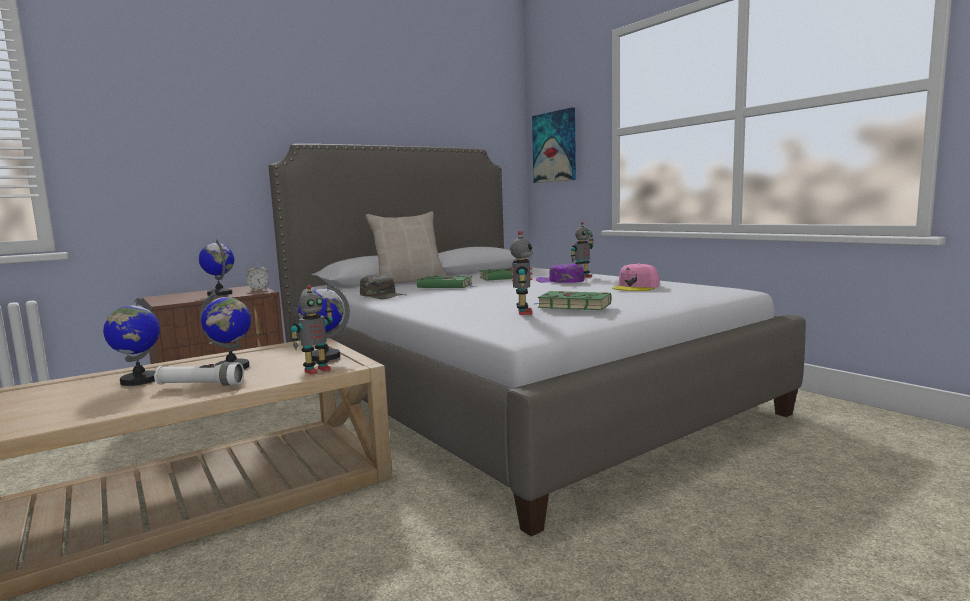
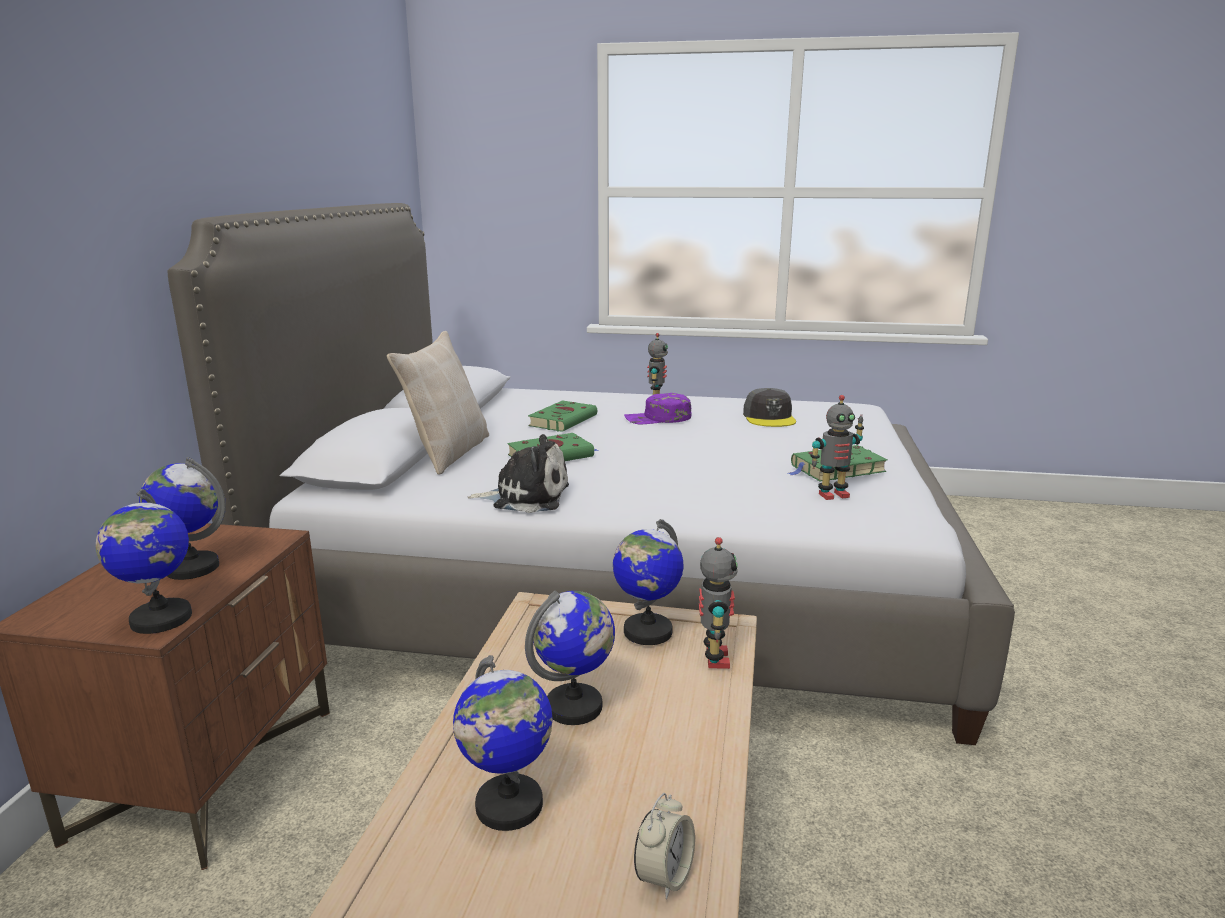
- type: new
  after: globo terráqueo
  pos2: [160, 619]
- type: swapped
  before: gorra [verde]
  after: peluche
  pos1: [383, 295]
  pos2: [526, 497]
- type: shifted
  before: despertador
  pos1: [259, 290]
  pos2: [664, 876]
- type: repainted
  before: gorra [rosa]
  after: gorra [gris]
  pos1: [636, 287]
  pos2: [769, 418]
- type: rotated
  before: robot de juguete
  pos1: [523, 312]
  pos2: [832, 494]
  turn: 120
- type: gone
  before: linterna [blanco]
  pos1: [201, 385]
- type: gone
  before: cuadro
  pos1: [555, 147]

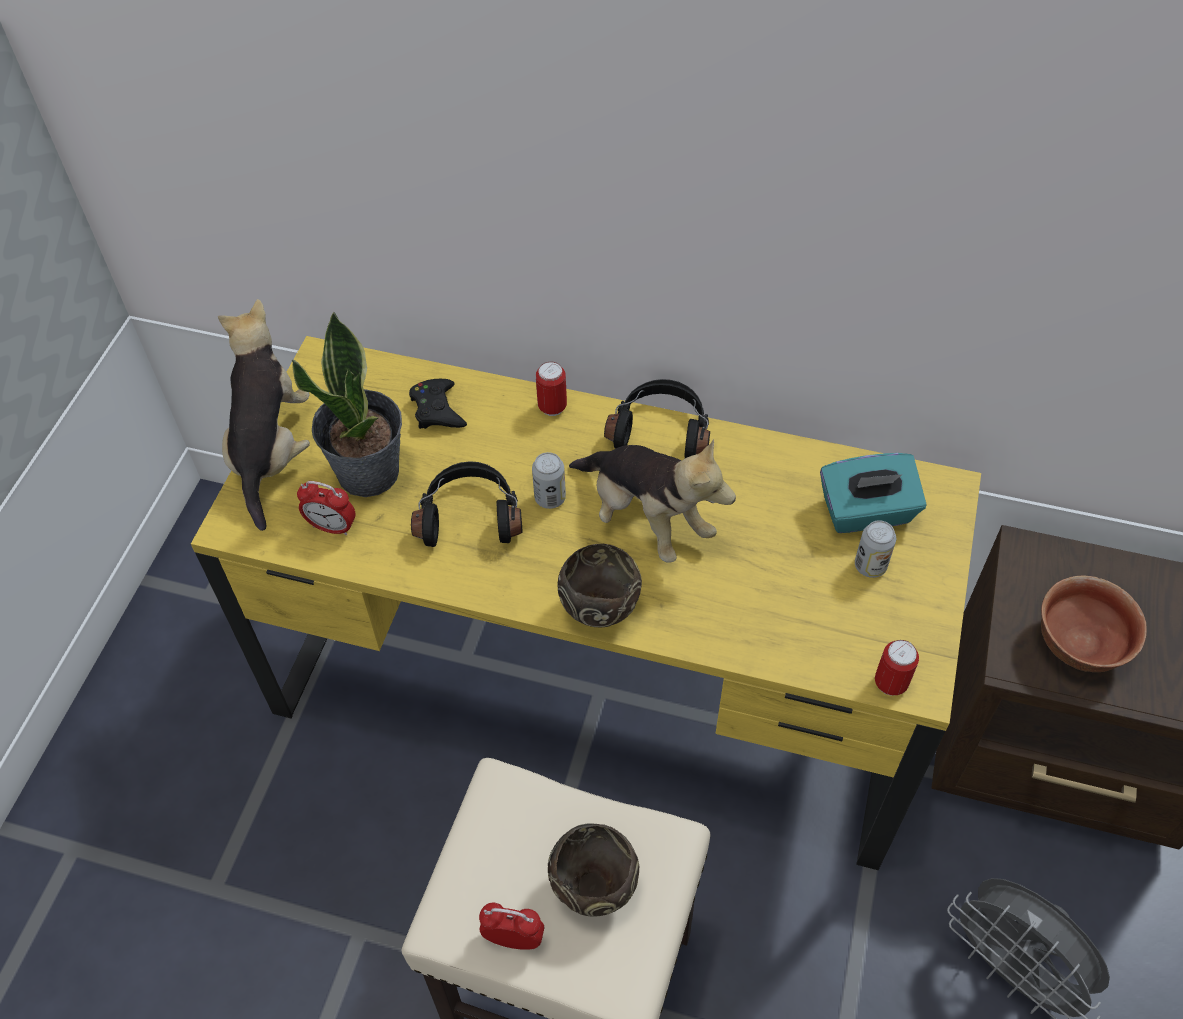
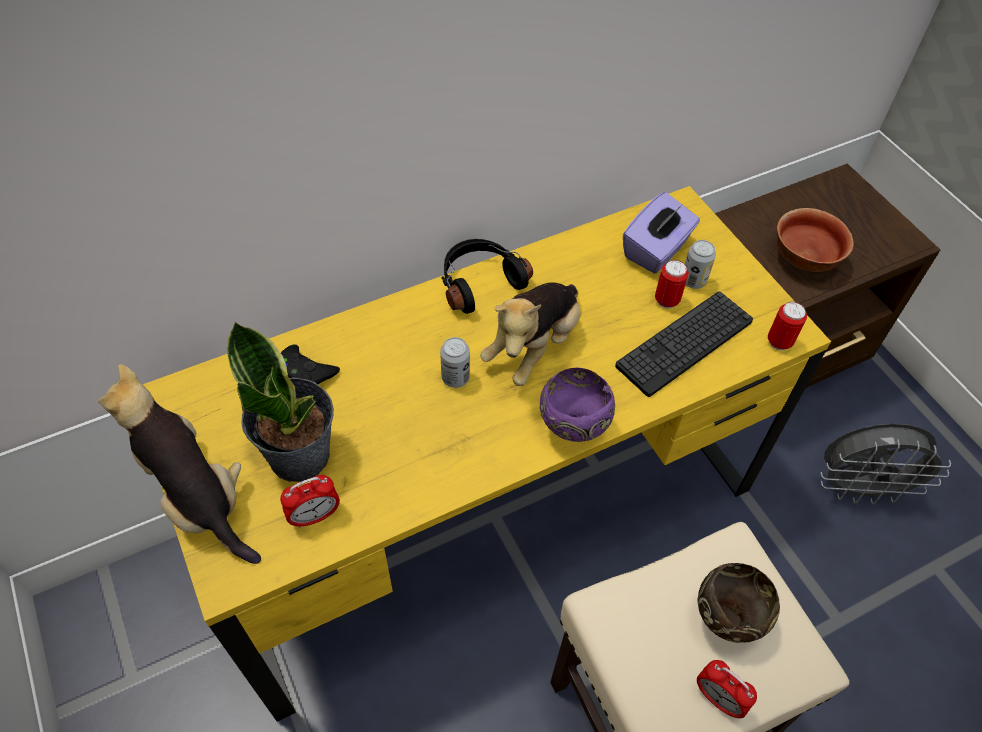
- type: rotated
  before: peluche
  pos1: [646, 519]
  pos2: [534, 346]
  turn: 120
- type: repainted
  before: cuenco [marrón]
  after: cuenco [morado]
  pos1: [599, 611]
  pos2: [571, 428]
- type: new
  after: teclado
  pos2: [684, 343]
- type: repainted
  before: caja de pañuelos [turquesa]
  after: caja de pañuelos [morado]
  pos1: [866, 512]
  pos2: [656, 250]
- type: shifted
  before: lata
  pos1: [552, 407]
  pos2: [666, 300]
- type: rotated
  before: despertador
  pos1: [513, 938]
  pos2: [718, 698]
  turn: -105
- type: gone
  before: auriculares [negro]
  pos1: [469, 515]

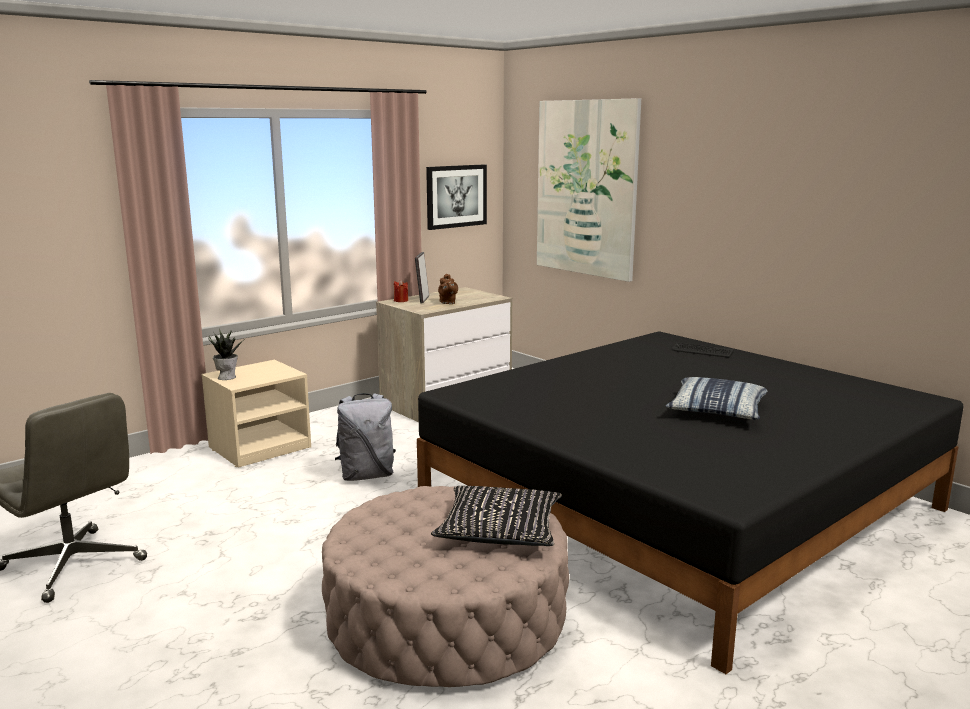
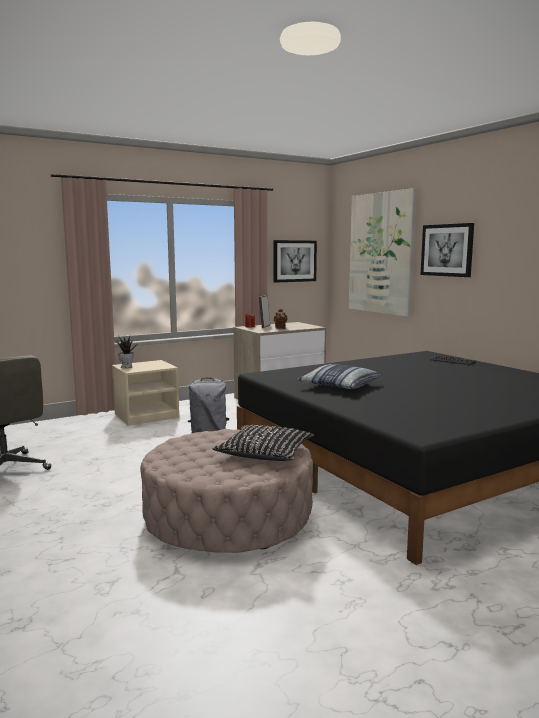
- type: shifted
  before: cojín
  pos1: [716, 411]
  pos2: [339, 386]
- type: new
  after: cuadro
  pos2: [447, 250]

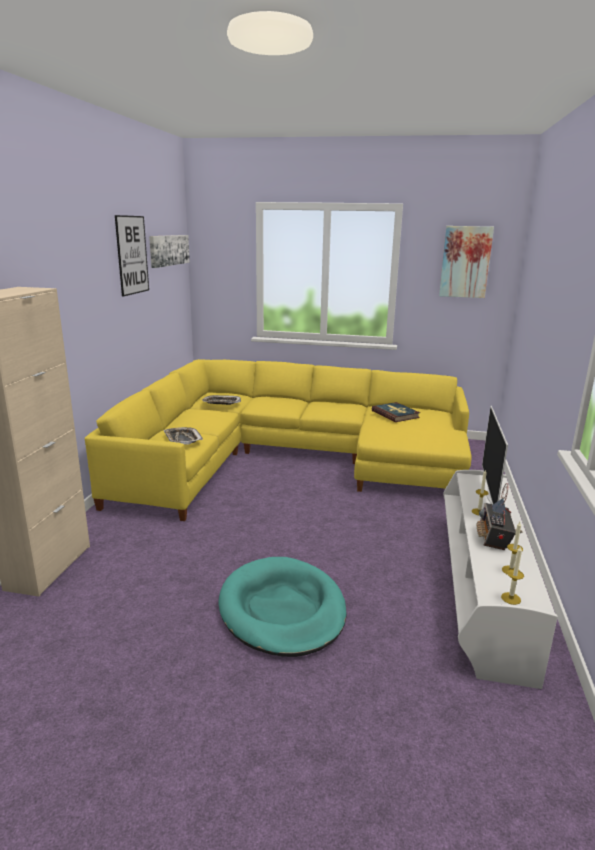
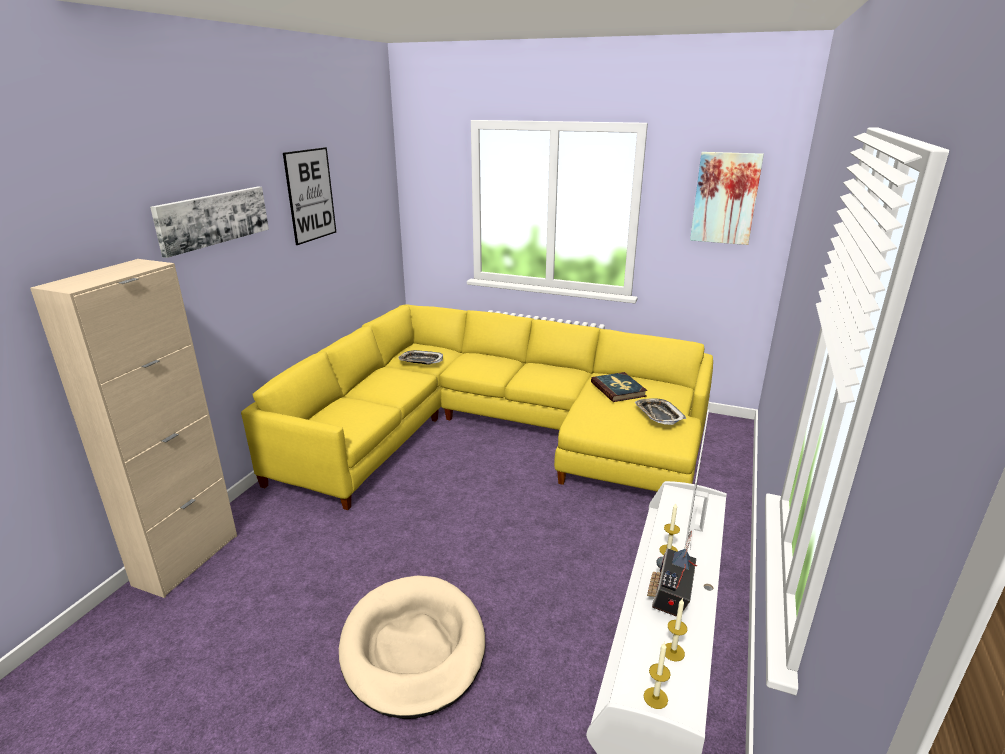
- type: shifted
  before: cuadro
  pos1: [169, 250]
  pos2: [213, 219]
- type: repainted
  before: cama para perro [turquesa]
  after: cama para perro [beis]
  pos1: [282, 610]
  pos2: [413, 648]
- type: shifted
  before: bandeja
  pos1: [182, 439]
  pos2: [658, 414]

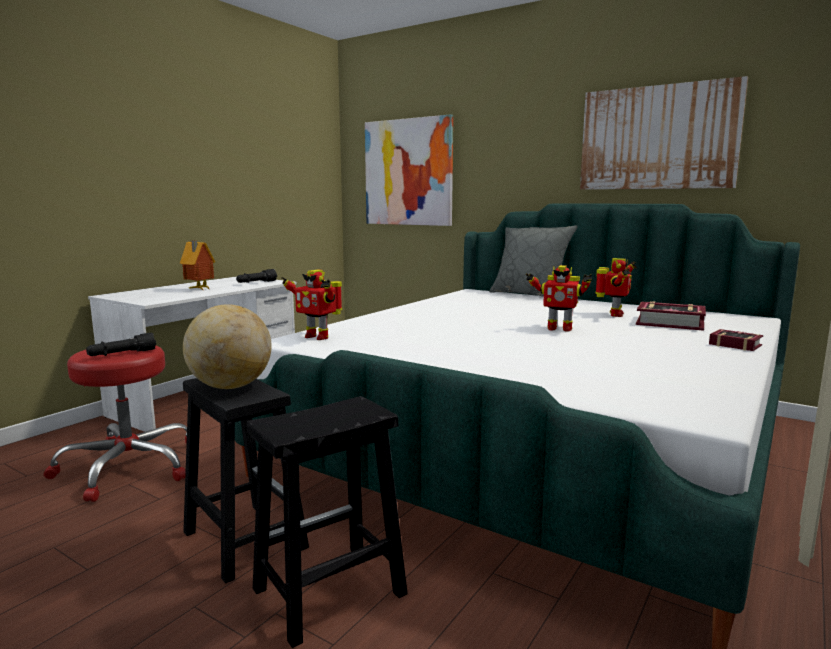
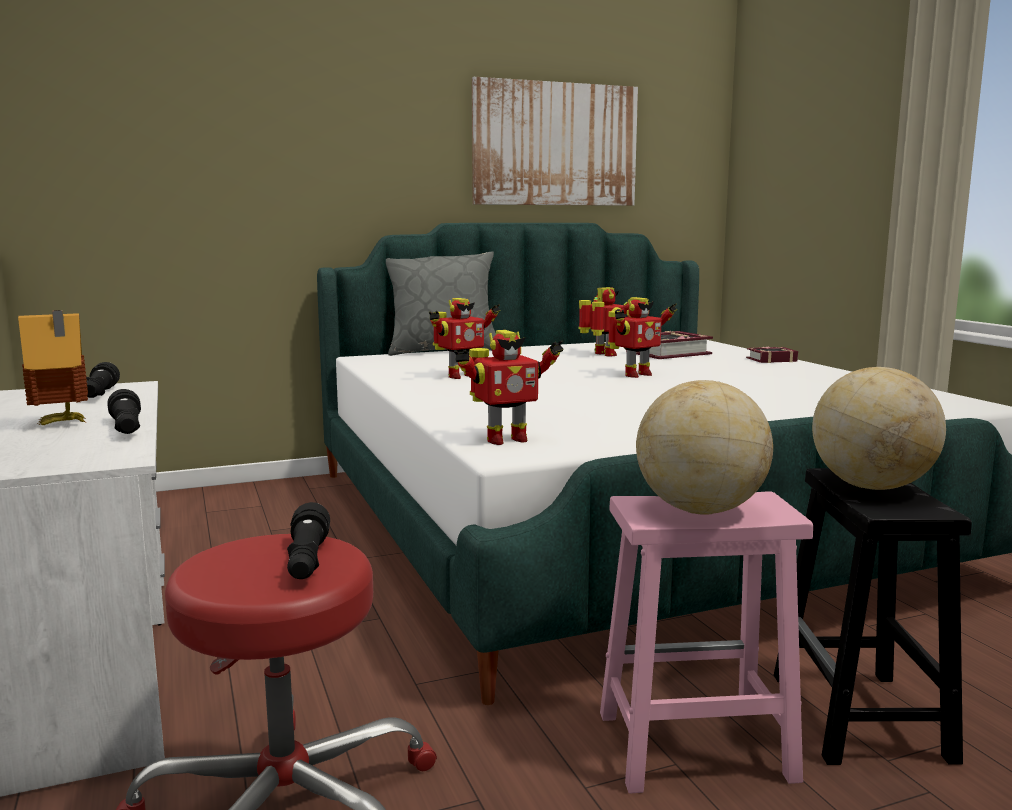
- type: new
  after: linterna [negro]
  pos2: [127, 429]
- type: new
  after: robot de juguete
  pos2: [460, 376]
- type: repainted
  before: taburete [negro]
  after: taburete [rosa]
  pos1: [243, 539]
  pos2: [691, 747]
- type: new
  after: globo terráqueo
  pos2: [871, 486]
- type: gone
  before: cuadro
  pos1: [408, 172]

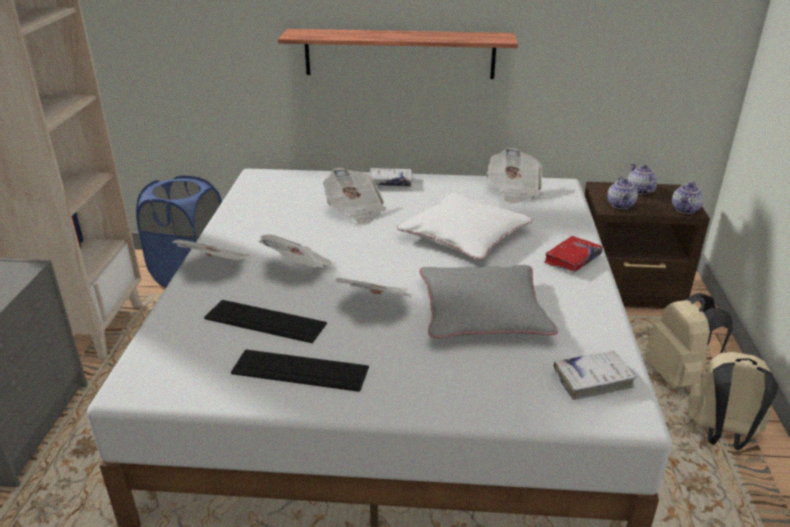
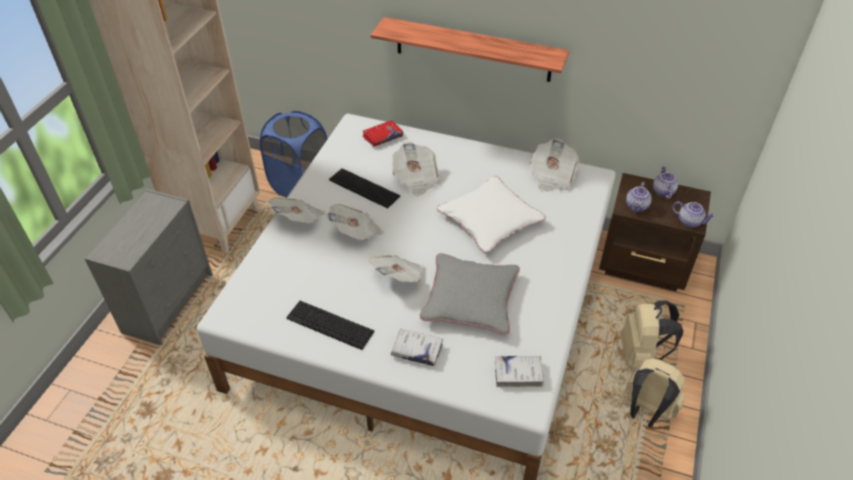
- type: shifted
  before: teclado
  pos1: [265, 321]
  pos2: [364, 188]
- type: shifted
  before: libro [rojo]
  pos1: [572, 260]
  pos2: [382, 137]
- type: shifted
  before: libro [blanco]
  pos1: [390, 182]
  pos2: [417, 350]
- type: rotated
  before: tetera
  pos1: [686, 209]
  pos2: [690, 221]
  turn: -105

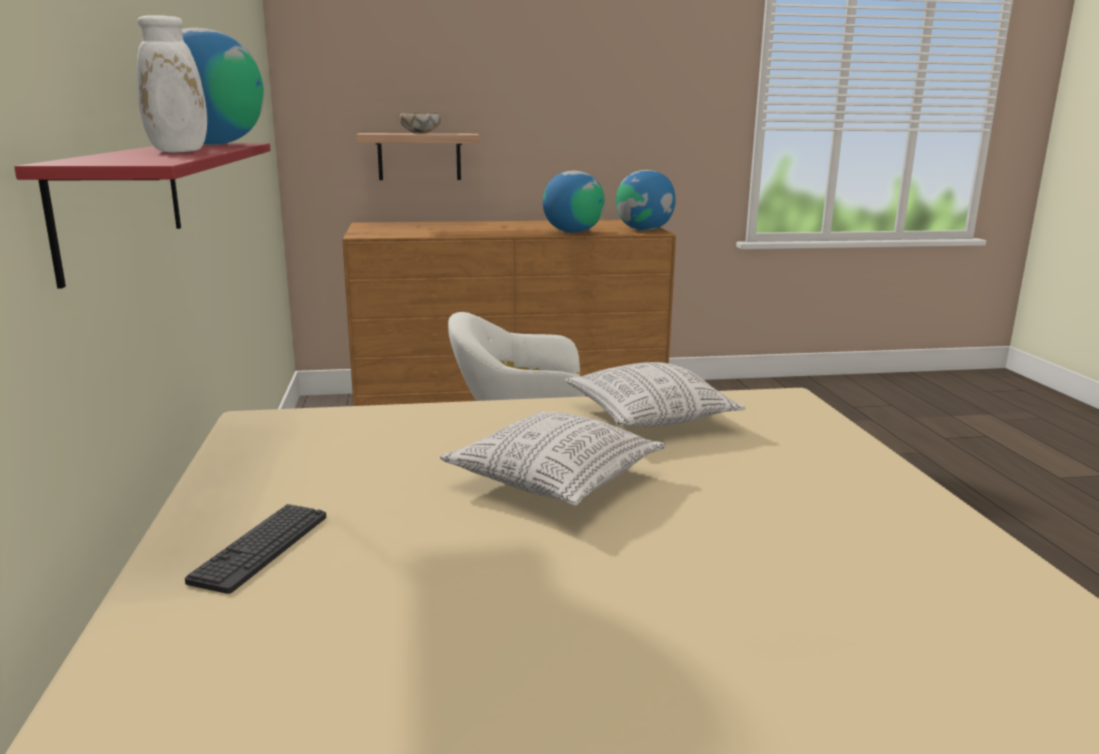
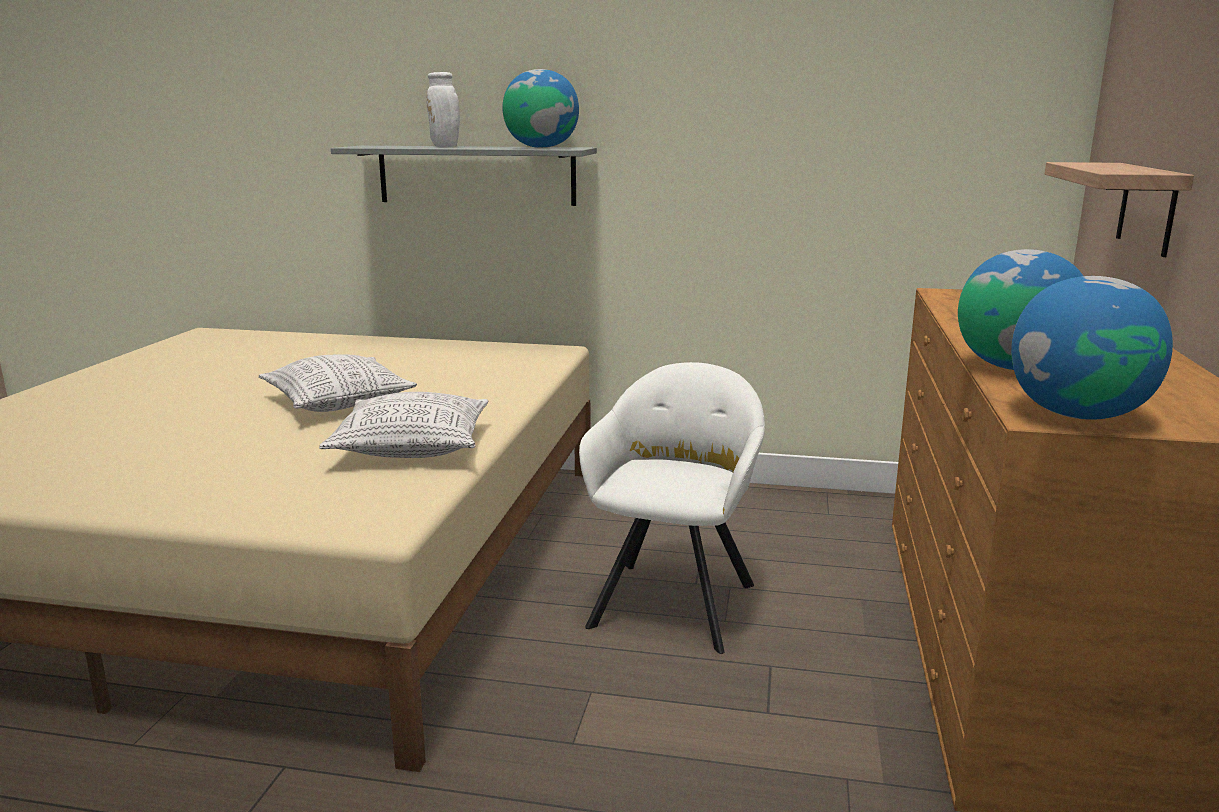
- type: repainted
  before: estante [rojo]
  after: estante [gris]
  pos1: [122, 202]
  pos2: [476, 175]
- type: gone
  before: teclado
  pos1: [261, 548]
- type: gone
  before: cuenco
  pos1: [421, 133]

